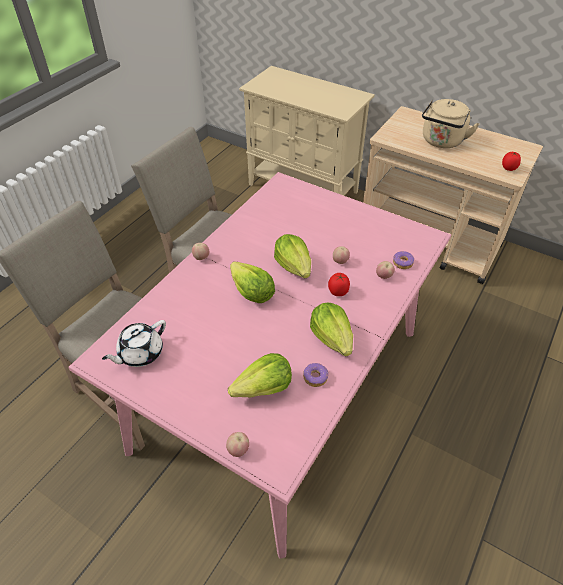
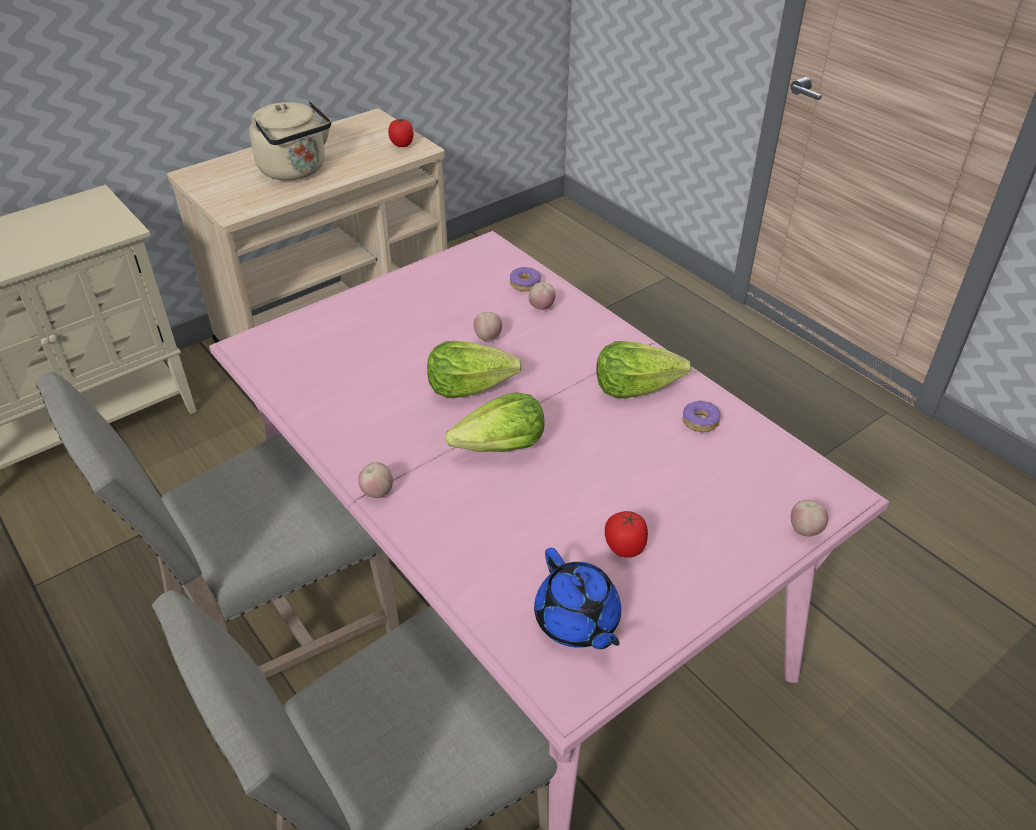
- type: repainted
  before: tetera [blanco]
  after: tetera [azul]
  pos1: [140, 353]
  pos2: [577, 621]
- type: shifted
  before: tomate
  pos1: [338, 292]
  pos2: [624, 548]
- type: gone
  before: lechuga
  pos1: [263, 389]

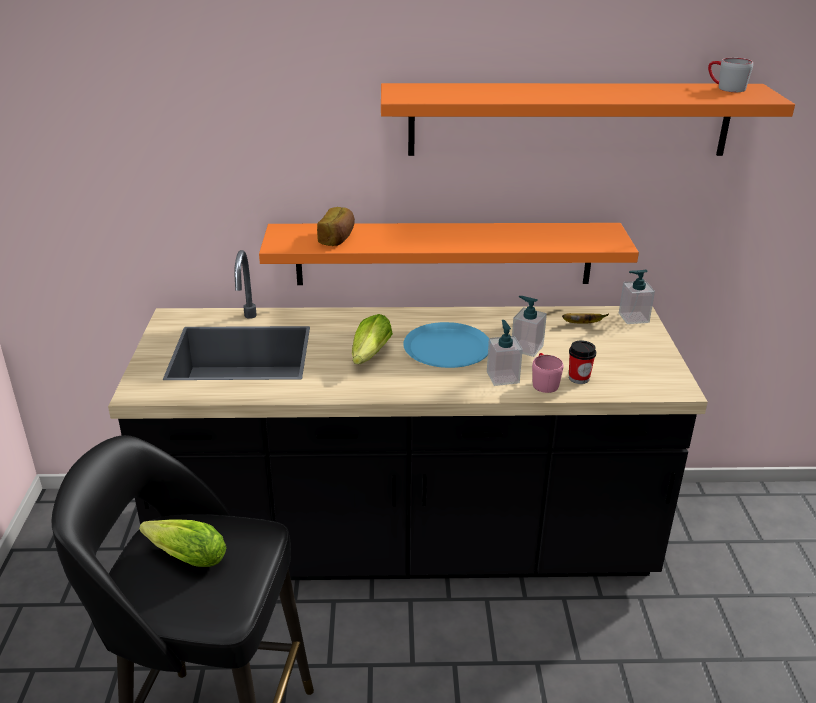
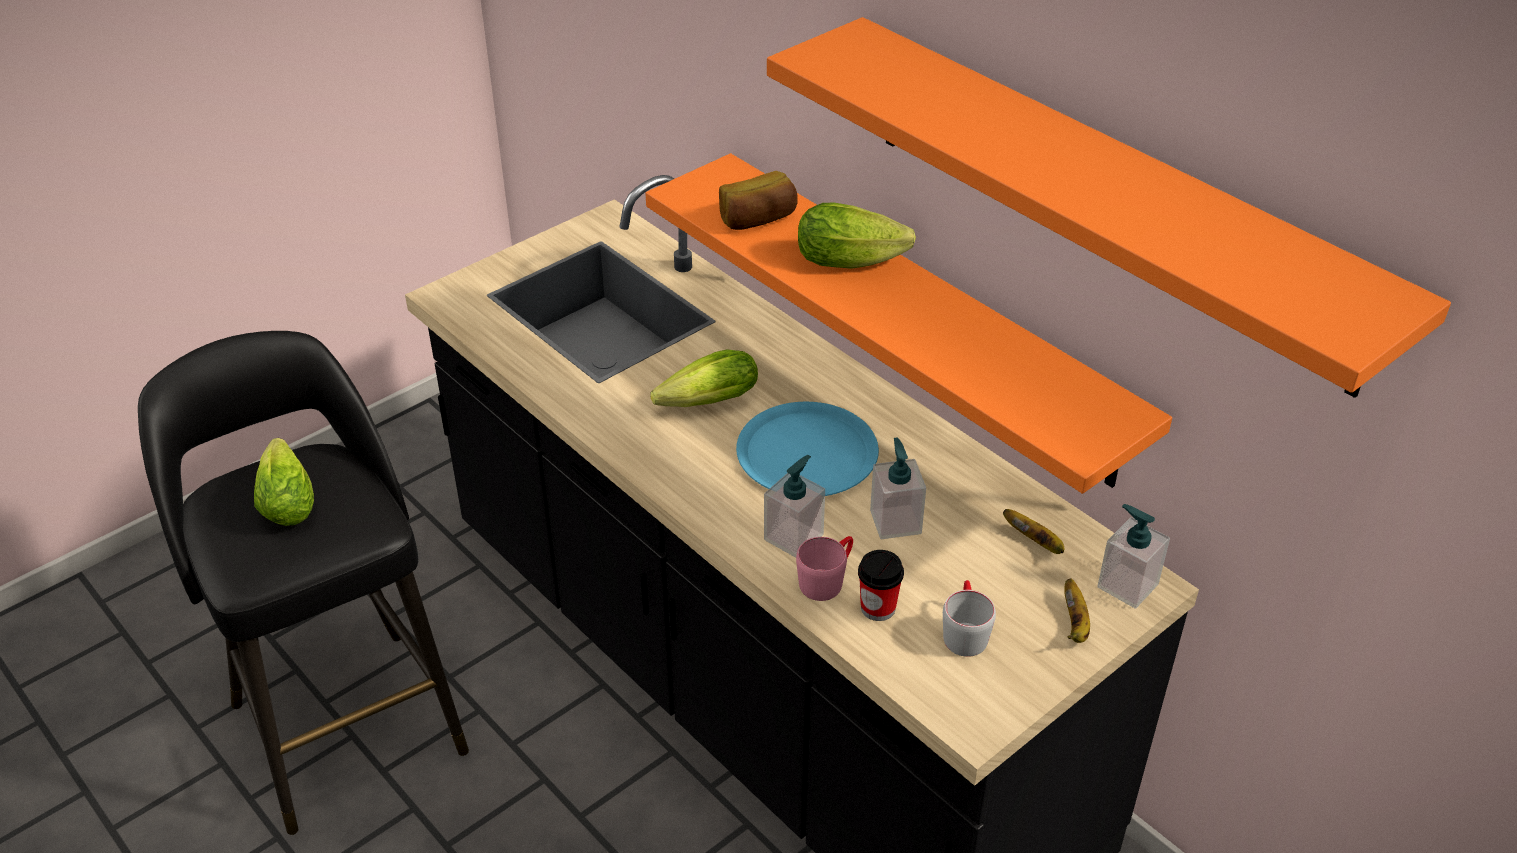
- type: new
  after: lechuga
  pos2: [855, 260]
- type: shifted
  before: taza grande [gris]
  pos1: [725, 88]
  pos2: [964, 631]
- type: new
  after: plátano
  pos2: [1075, 624]

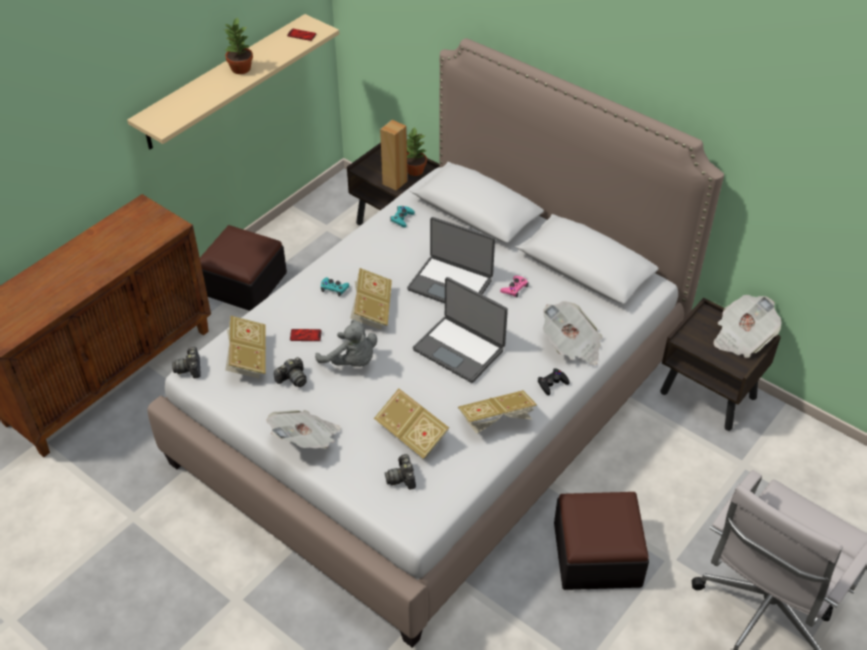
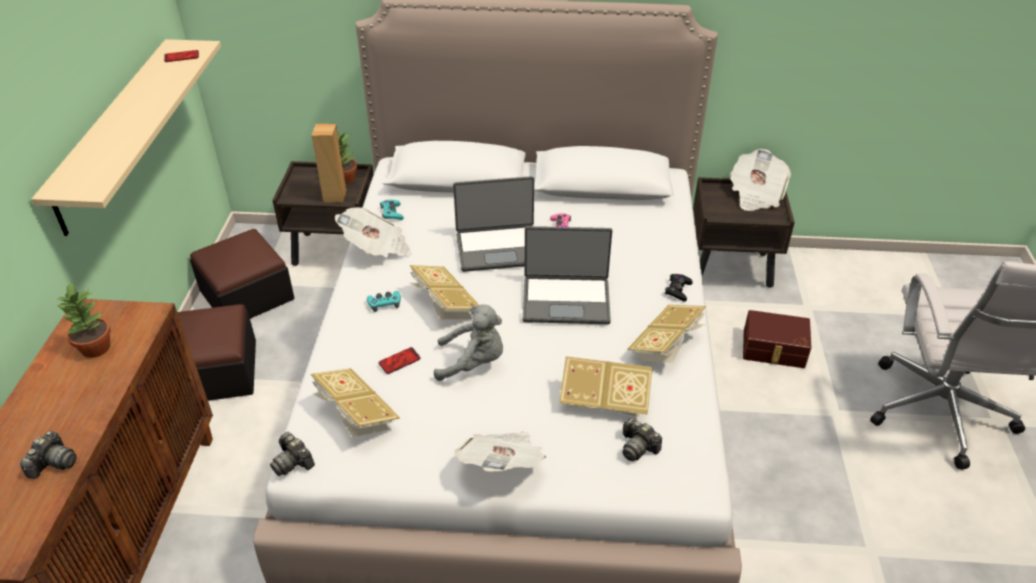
- type: shifted
  before: cámara
  pos1: [292, 379]
  pos2: [53, 463]
- type: shifted
  before: planta en maceta
  pos1: [240, 69]
  pos2: [95, 348]
- type: shifted
  before: puf
  pos1: [597, 554]
  pos2: [247, 295]
- type: shifted
  before: periódico
  pos1: [572, 345]
  pos2: [377, 249]
- type: new
  after: caja de almacenaje [marrón]
  pos2: [774, 349]

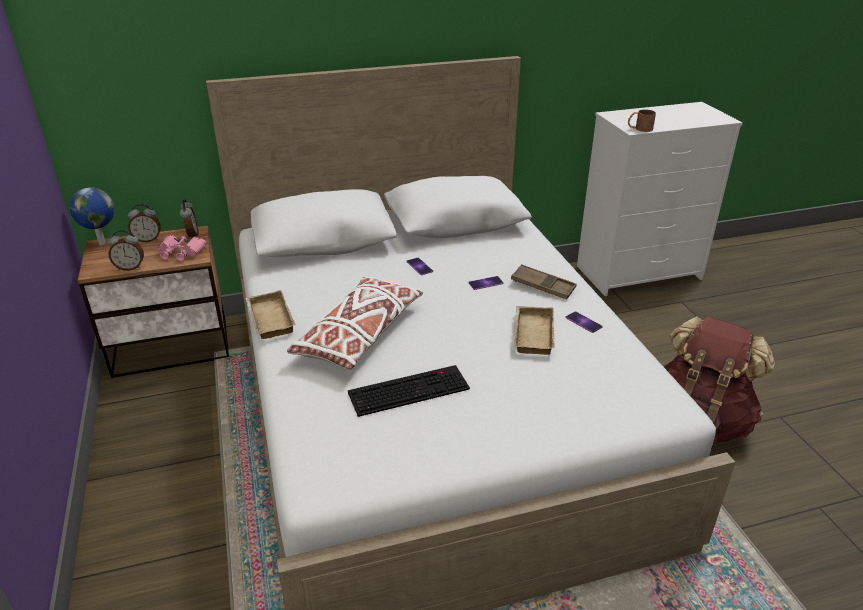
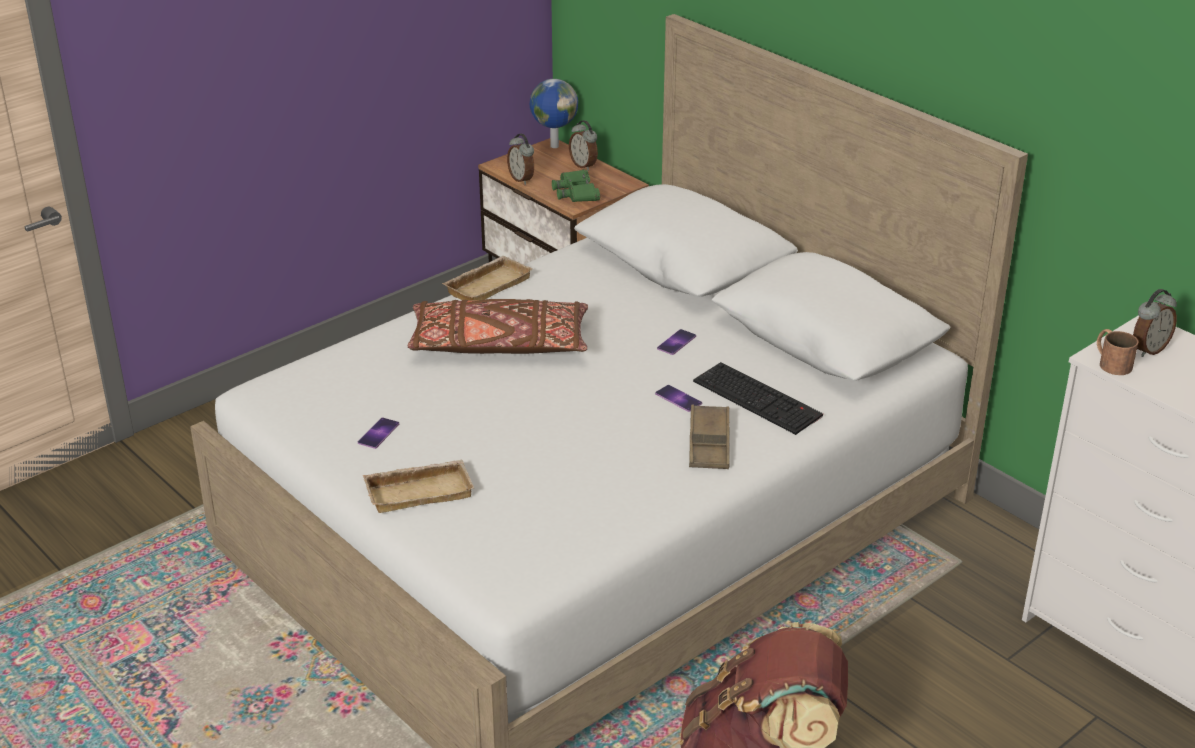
- type: shifted
  before: móvil
  pos1: [583, 322]
  pos2: [378, 433]
- type: shifted
  before: bandeja [beis]
  pos1: [531, 333]
  pos2: [420, 490]
- type: repainted
  before: cojín [blanco]
  after: cojín [marrón]
  pos1: [359, 335]
  pos2: [499, 345]
- type: repainted
  before: prismáticos [rosa]
  after: prismáticos [verde]
  pos1: [181, 252]
  pos2: [576, 192]
- type: shifted
  before: teclado
  pos1: [409, 389]
  pos2: [759, 398]
- type: shifted
  before: despertador
  pos1: [192, 235]
  pos2: [1148, 349]

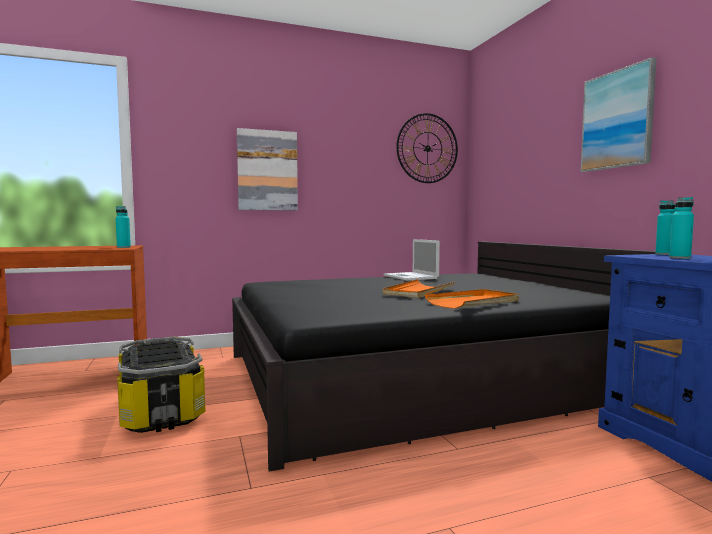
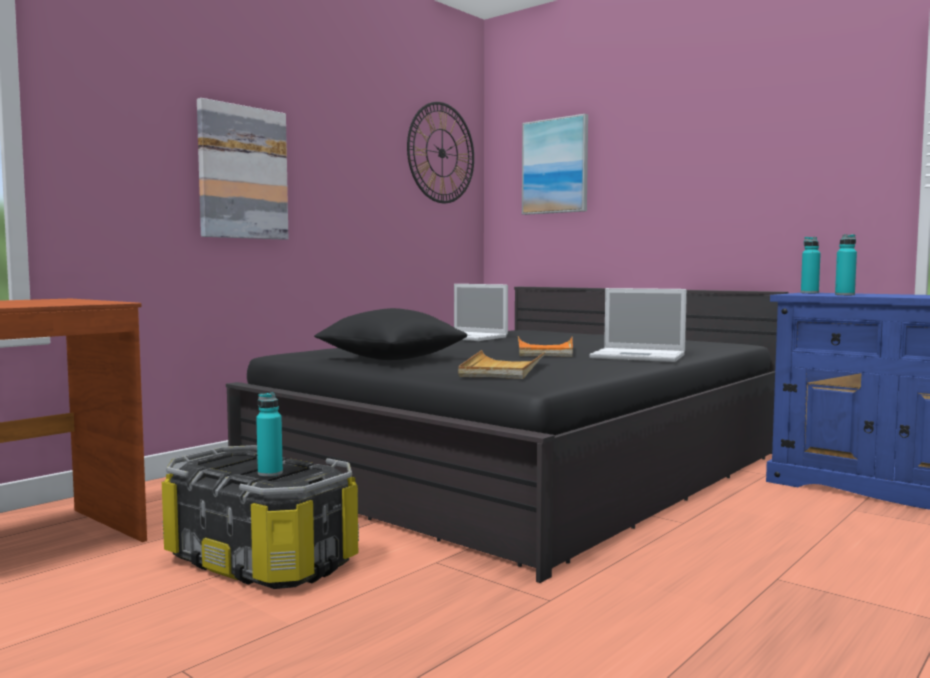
- type: shifted
  before: botella [turquesa]
  pos1: [123, 247]
  pos2: [270, 473]
- type: new
  after: cojín [negro]
  pos2: [391, 359]
- type: new
  after: bandeja [beis]
  pos2: [502, 369]
- type: shifted
  before: cuadro
  pos1: [617, 120]
  pos2: [555, 166]
- type: swapped
  before: bandeja [naranja]
  after: portátil
  pos1: [474, 302]
  pos2: [640, 356]

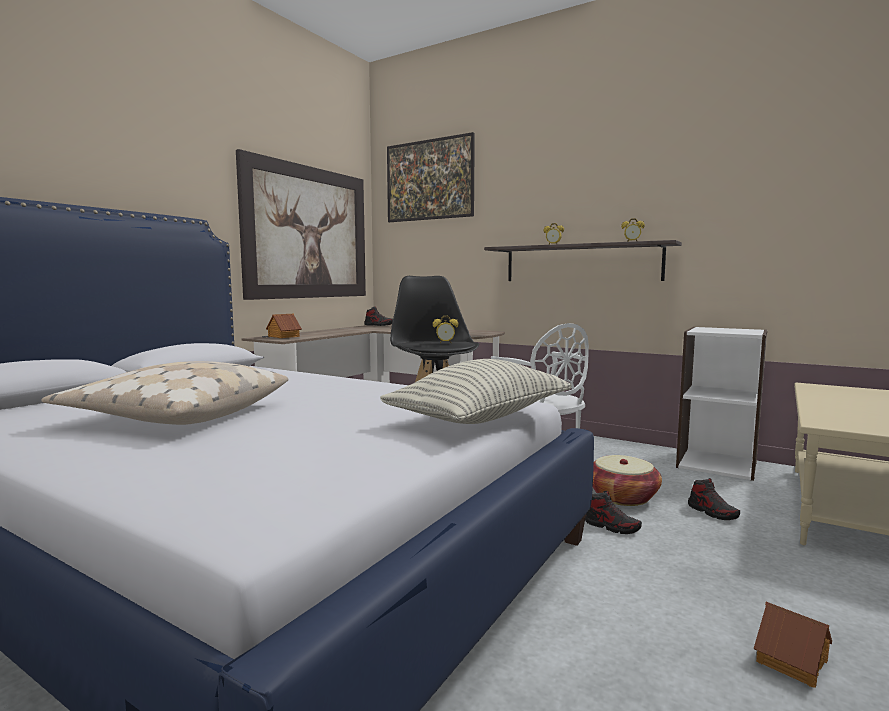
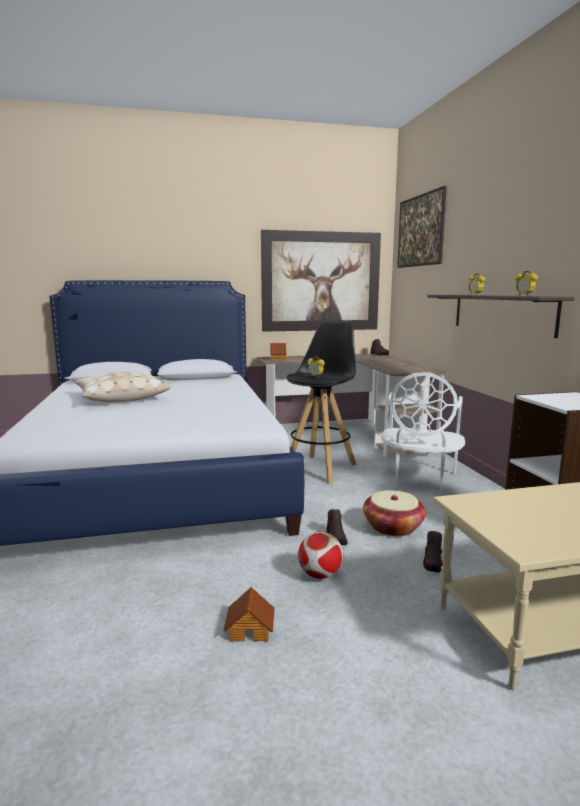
- type: new
  after: balón de fútbol
  pos2: [320, 575]
- type: gone
  before: cojín
  pos1: [481, 419]

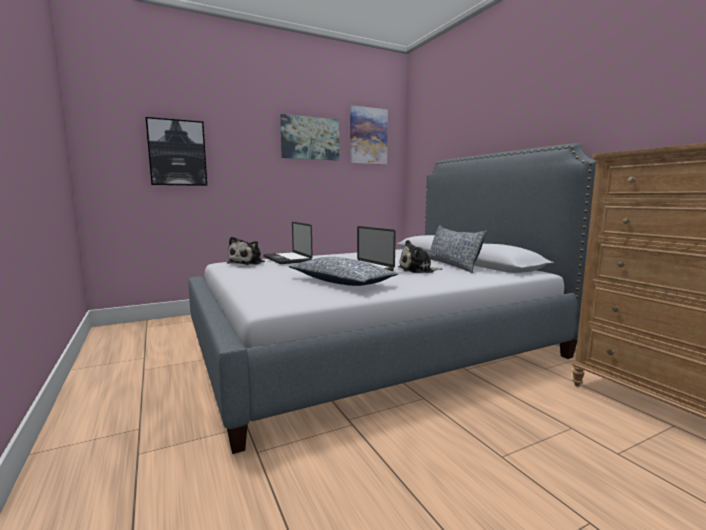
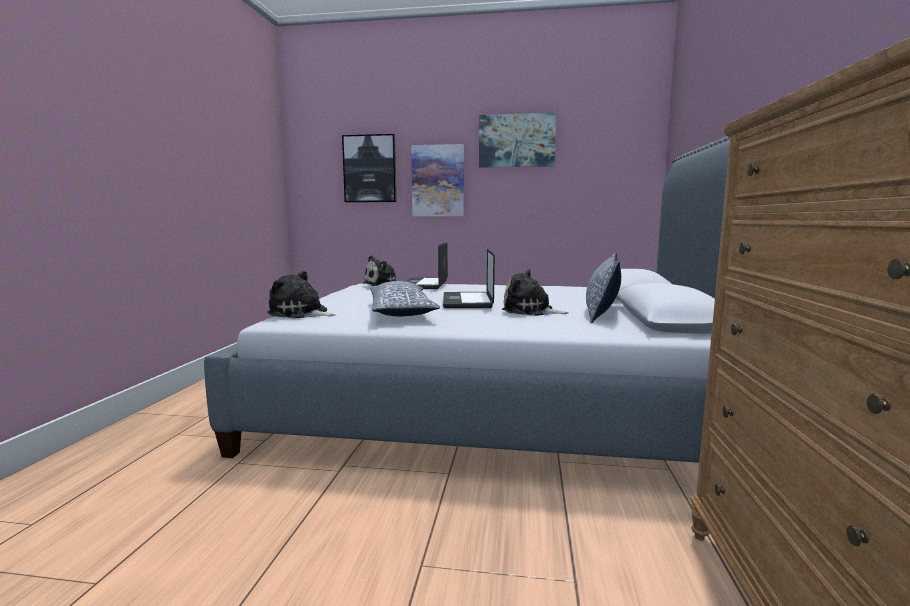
- type: new
  after: peluche
  pos2: [300, 314]
- type: shifted
  before: cuadro
  pos1: [368, 136]
  pos2: [438, 181]

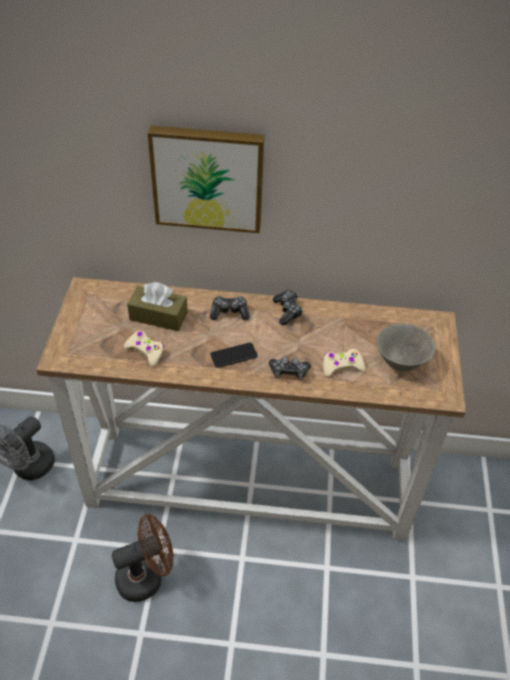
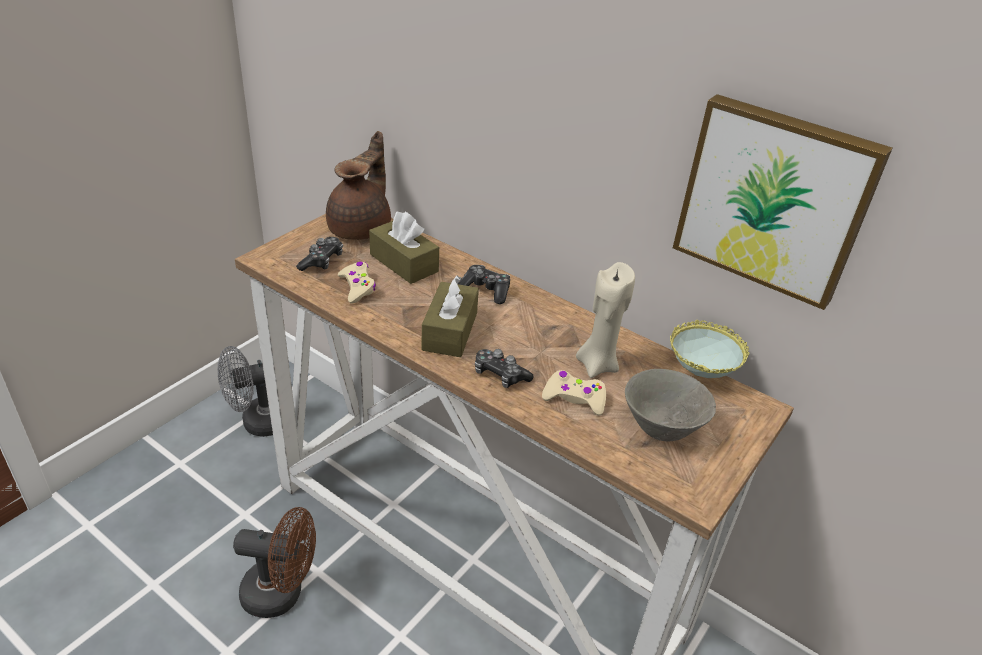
- type: shifted
  before: mando de consola
  pos1: [287, 311]
  pos2: [322, 261]
- type: new
  after: tetera [marrón]
  pos2: [362, 228]
- type: swapped
  before: móvil
  after: caja de pañuelos [marrón]
  pos1: [233, 355]
  pos2: [450, 331]
- type: new
  after: vela [beis]
  pos2: [597, 364]
- type: new
  after: cuenco
  pos2: [699, 376]
- type: shifted
  before: cuadro
  pos1: [208, 177]
  pos2: [774, 199]

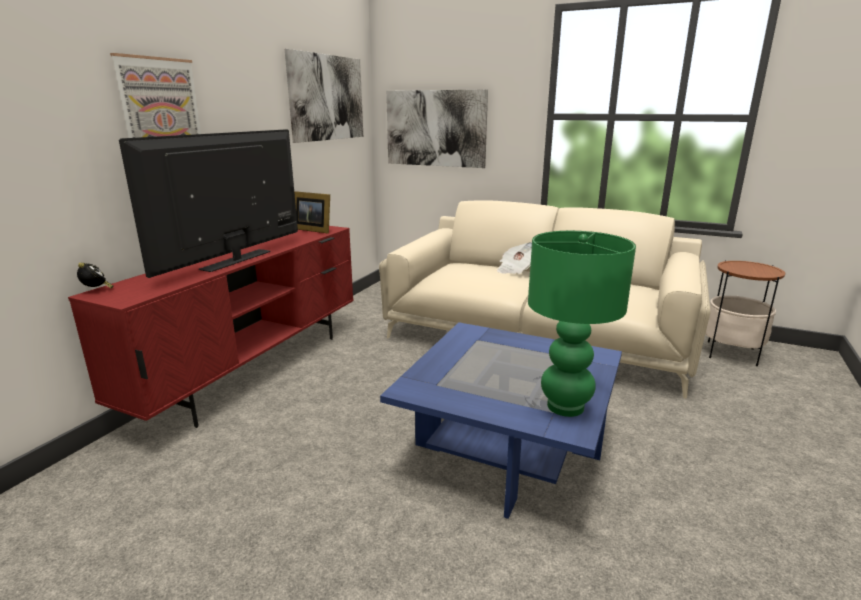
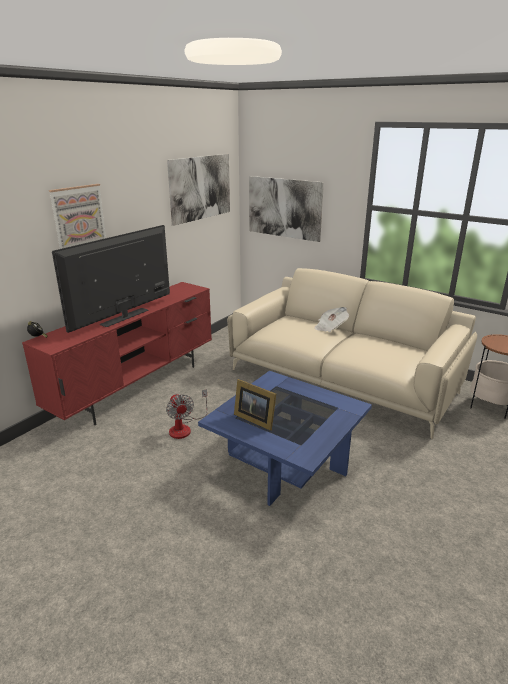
- type: new
  after: ventilador
  pos2: [184, 427]
- type: shifted
  before: portarretratos
  pos1: [312, 230]
  pos2: [254, 419]
- type: gone
  before: lámpara de mesa [verde]
  pos1: [564, 406]

